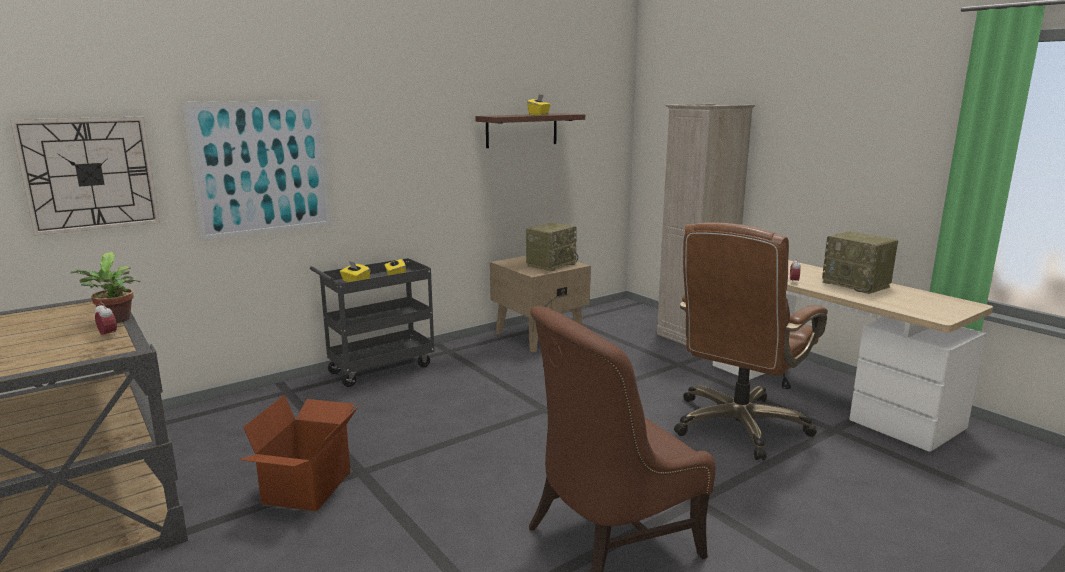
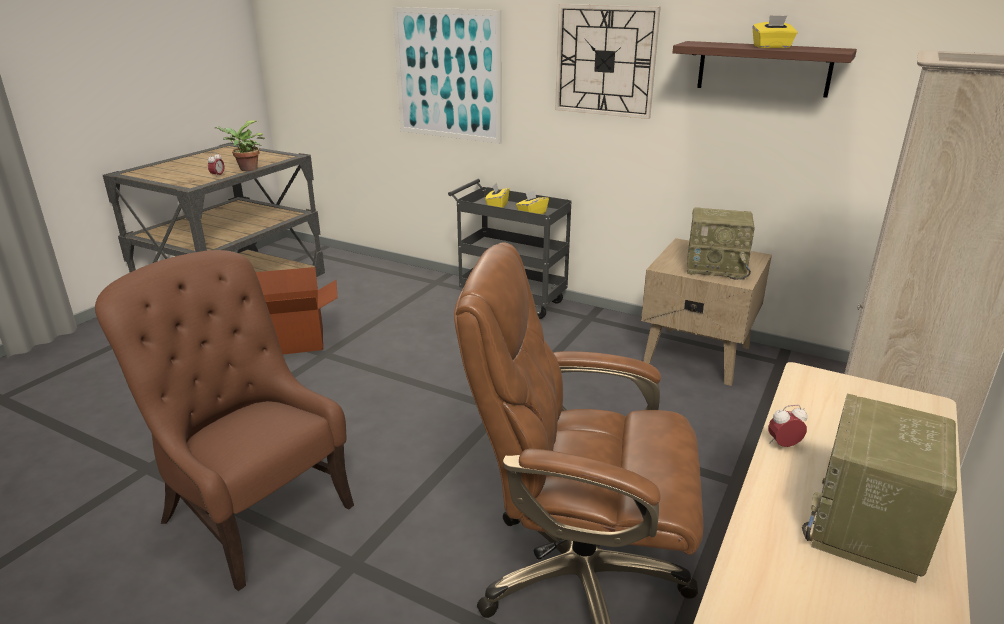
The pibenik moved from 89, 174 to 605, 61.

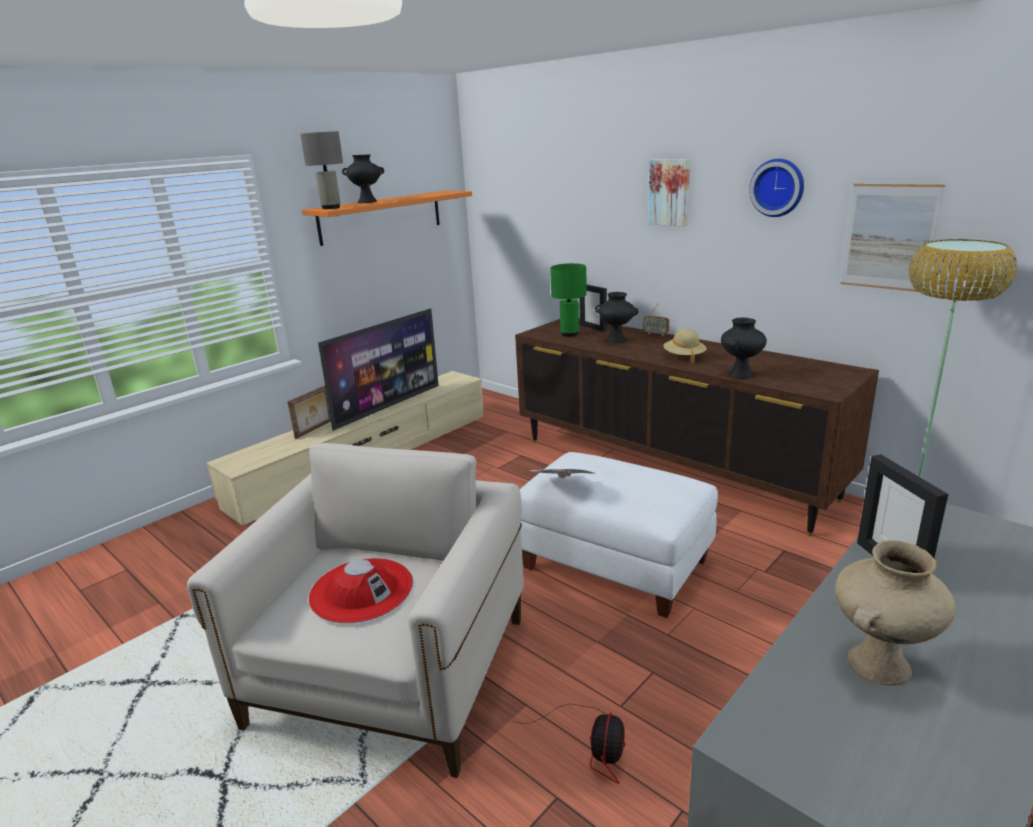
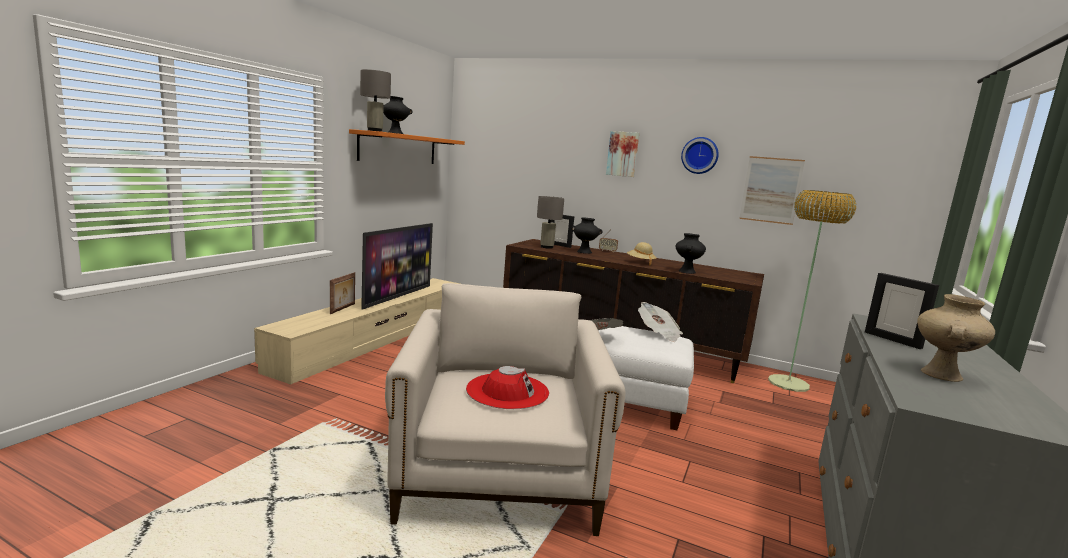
The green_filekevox at 569, 334 became the grey_filekevox at 546, 247. The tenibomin at 659, 334 appeared. The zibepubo at 592, 745 disappeared.

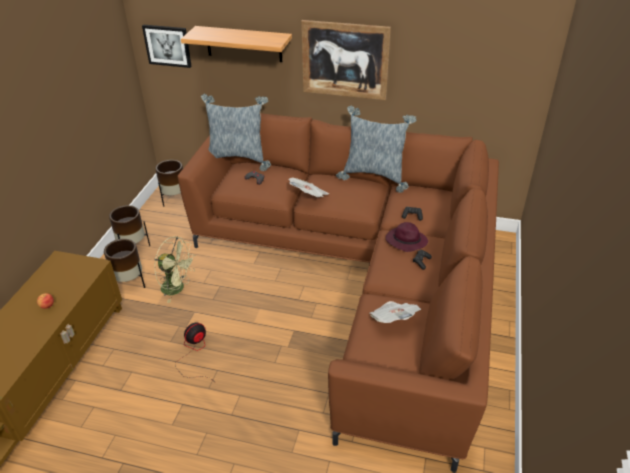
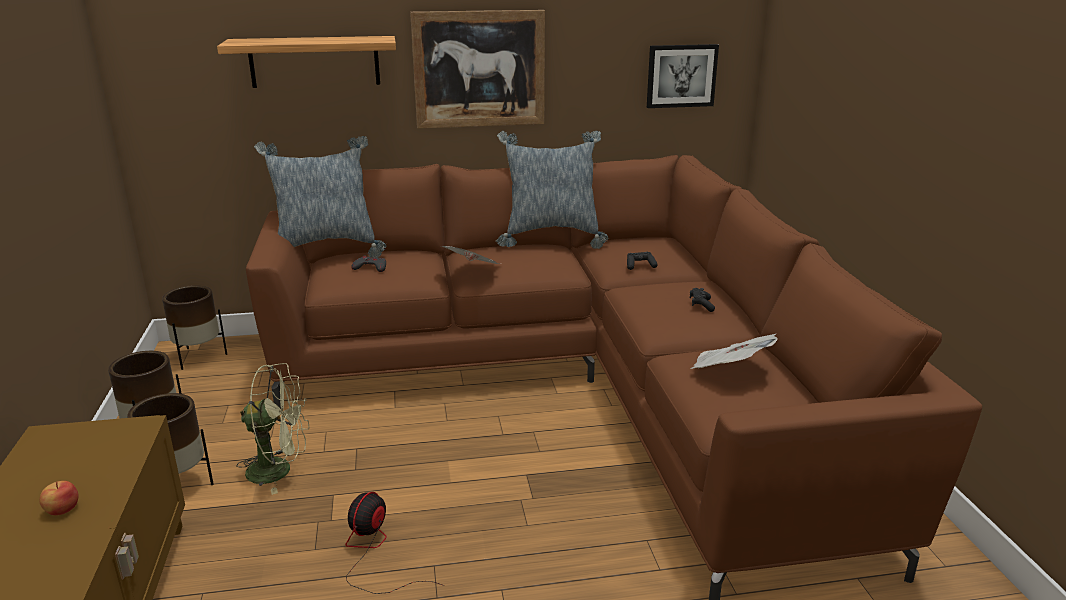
The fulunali moved from 167, 45 to 681, 76. The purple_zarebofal at 405, 241 disappeared.

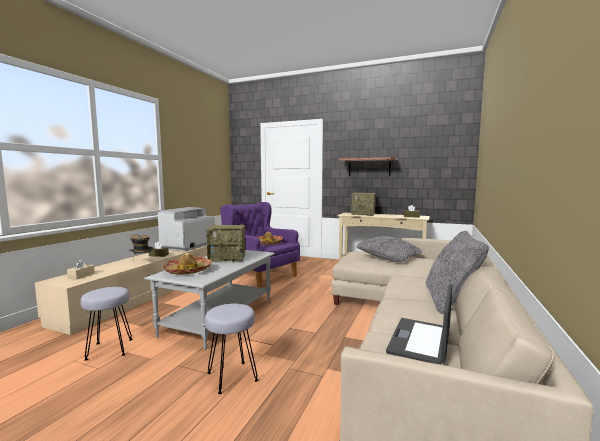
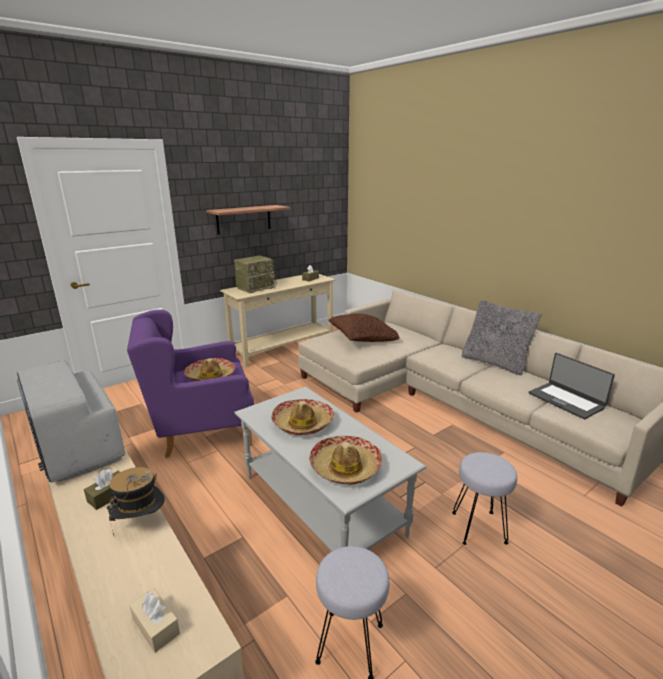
The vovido at 228, 258 was replaced by the zarebofal at 303, 423. The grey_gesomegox at 389, 257 became the brown_gesomegox at 363, 338.

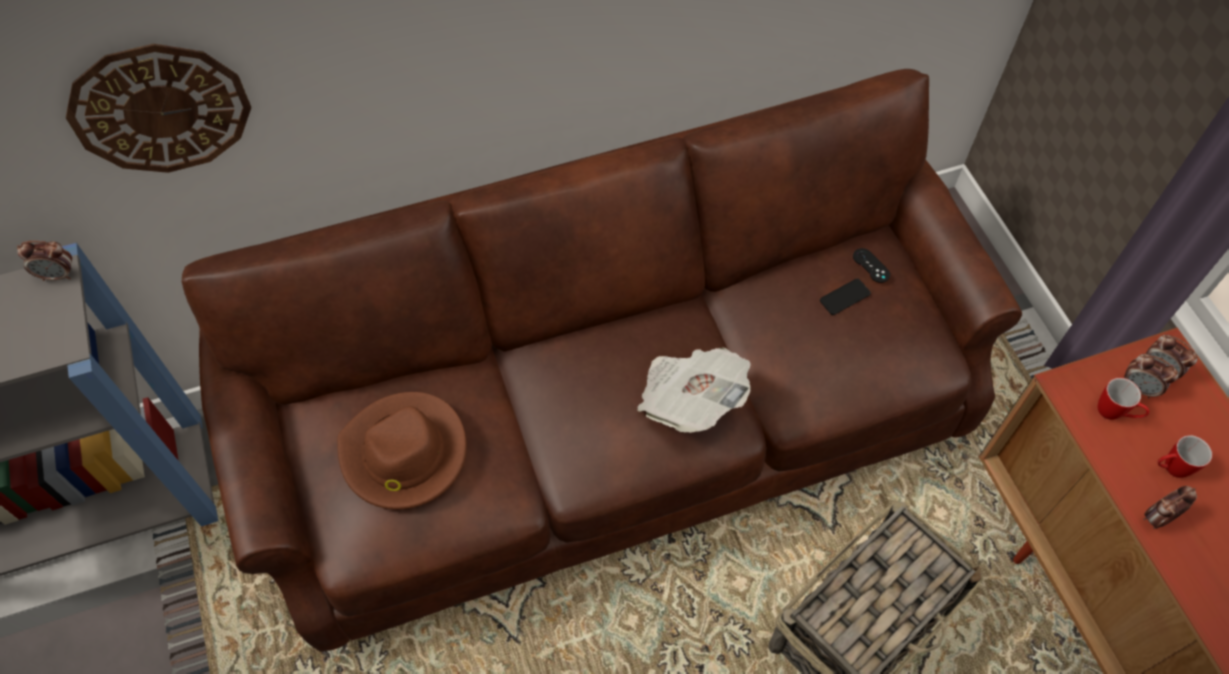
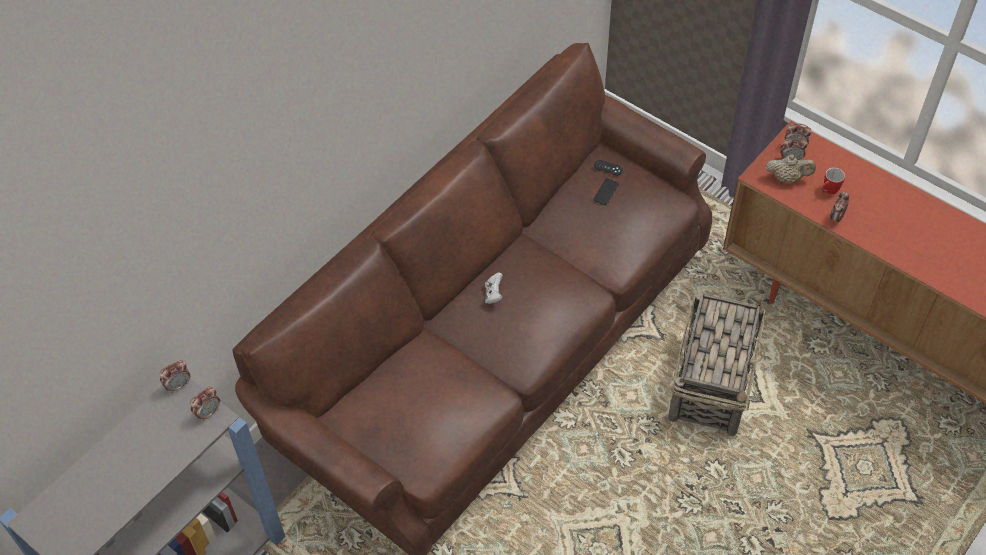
The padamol at 208, 412 appeared. The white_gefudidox at 493, 294 appeared. The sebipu at 1114, 414 was replaced by the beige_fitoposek at 787, 178. The pibenik at 160, 109 disappeared. The brown_zarebofal at 404, 454 disappeared. The tenibomin at 690, 399 disappeared.

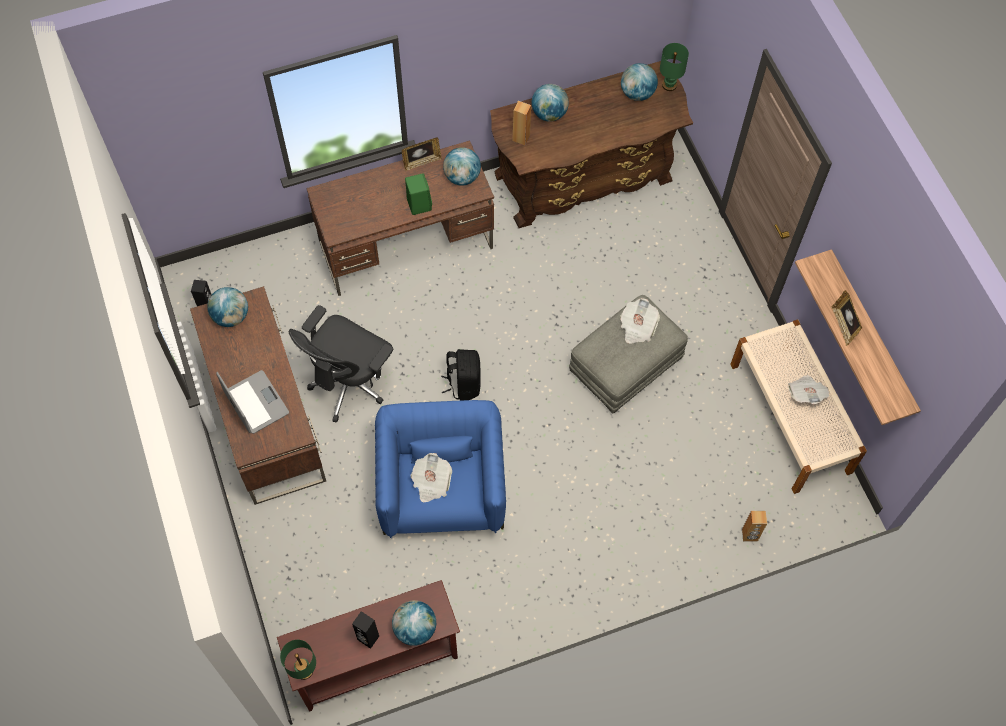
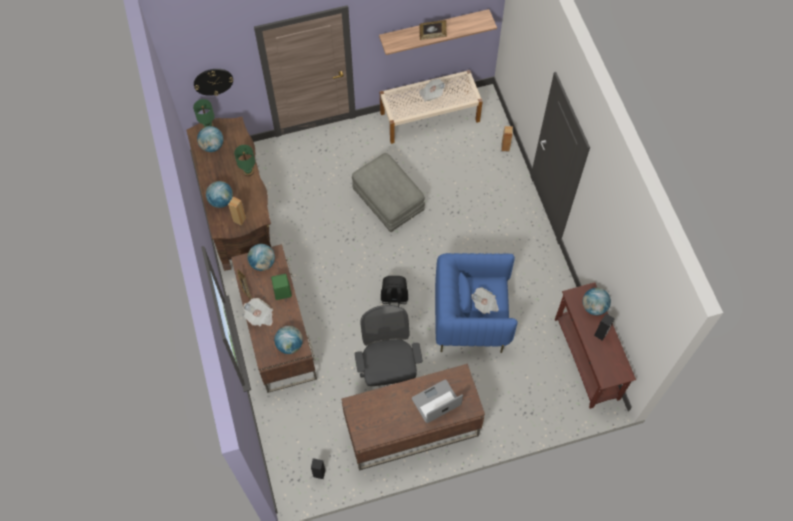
The pibenik at 213, 81 appeared. The green_filekevox moved from 303, 671 to 248, 171. The tenibomin moved from 637, 327 to 260, 316. The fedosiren moved from 231, 316 to 290, 345. The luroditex at 349, 383 turned 135 degrees counterclockwise.

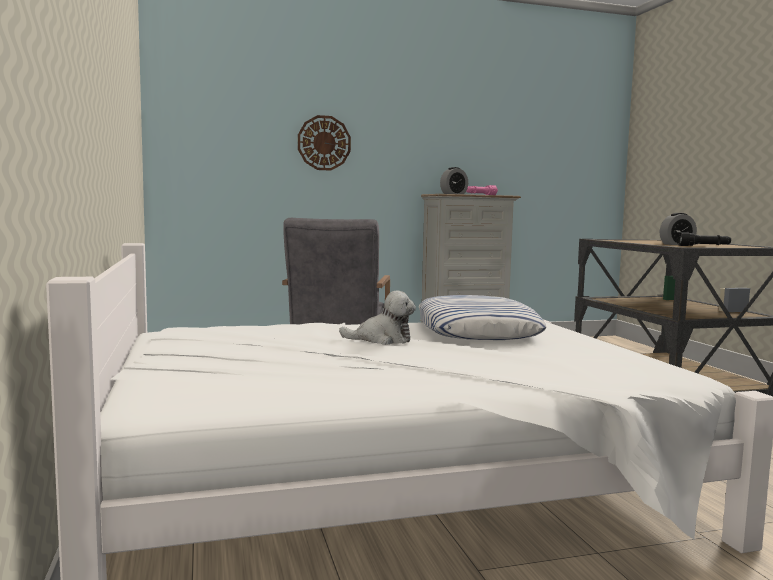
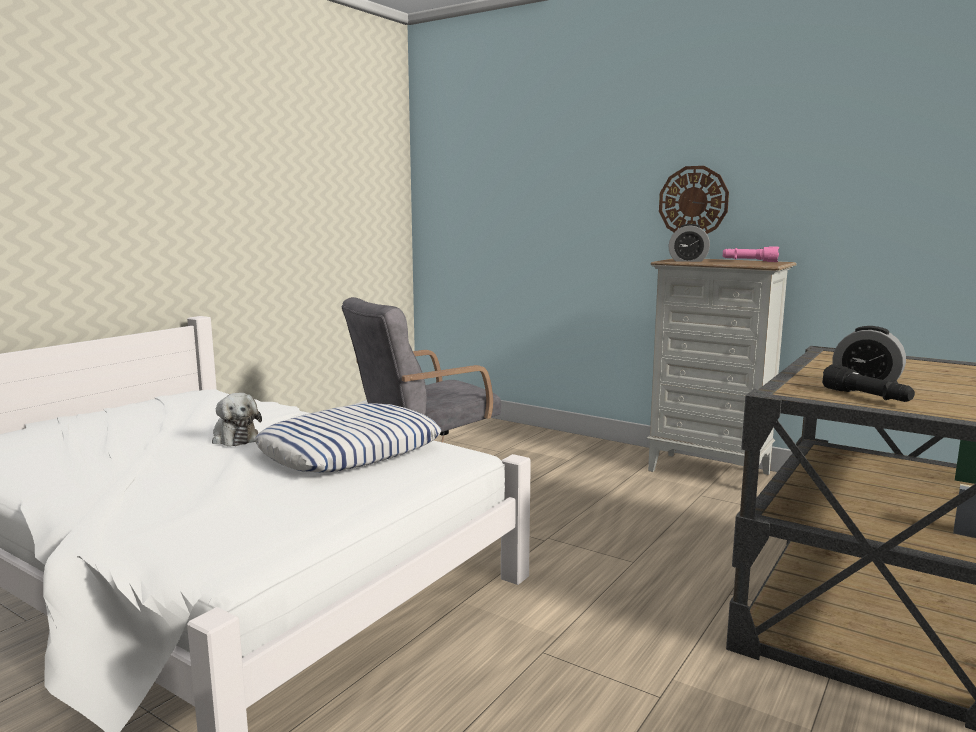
The pibenik moved from 324, 143 to 693, 202.

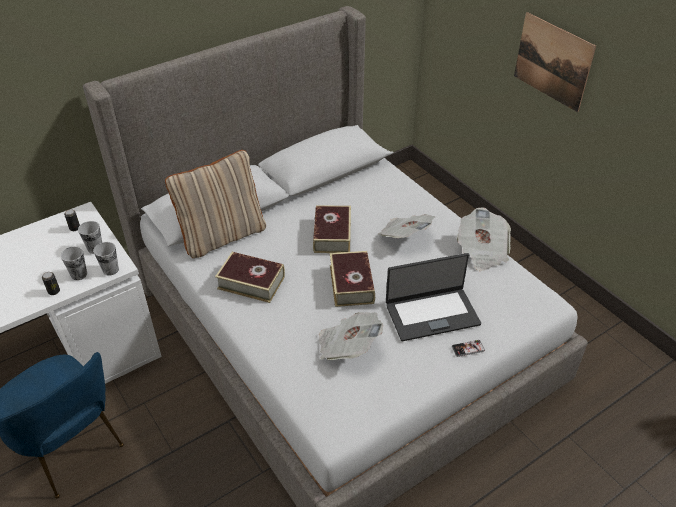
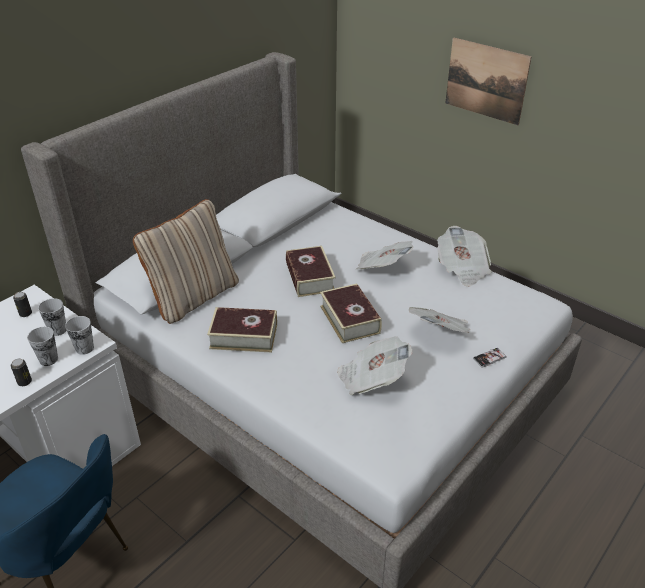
The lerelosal at 431, 313 was replaced by the tenibomin at 440, 332.

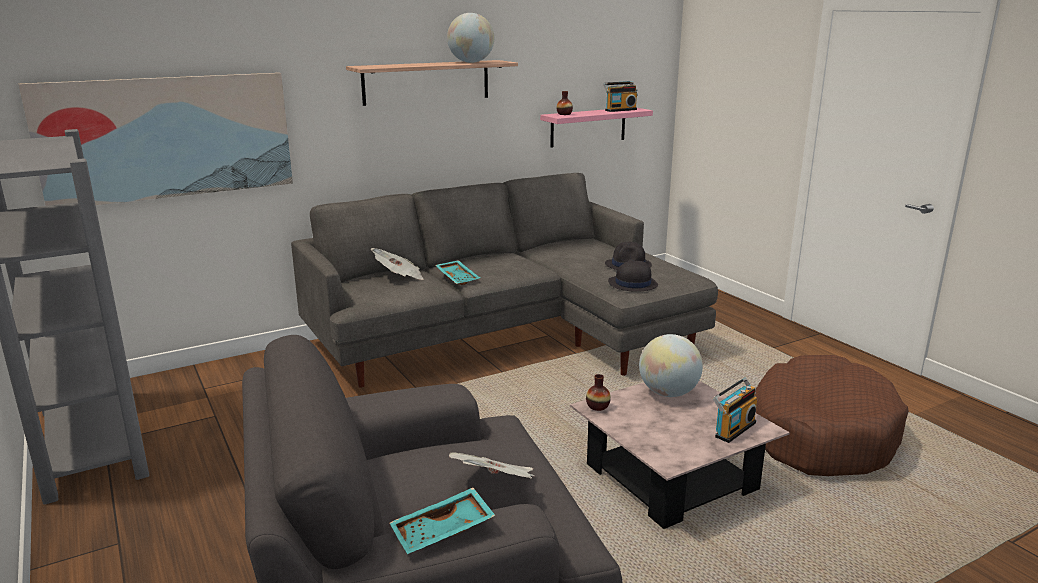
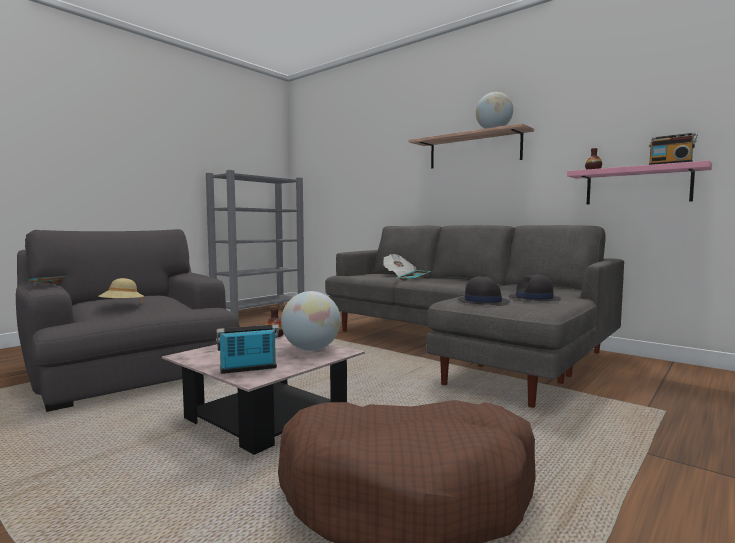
The tenibomin at 496, 485 was replaced by the beige_zarebofal at 122, 306. The vovido at 733, 429 turned 135 degrees clockwise. The fulunali at 168, 137 disappeared.

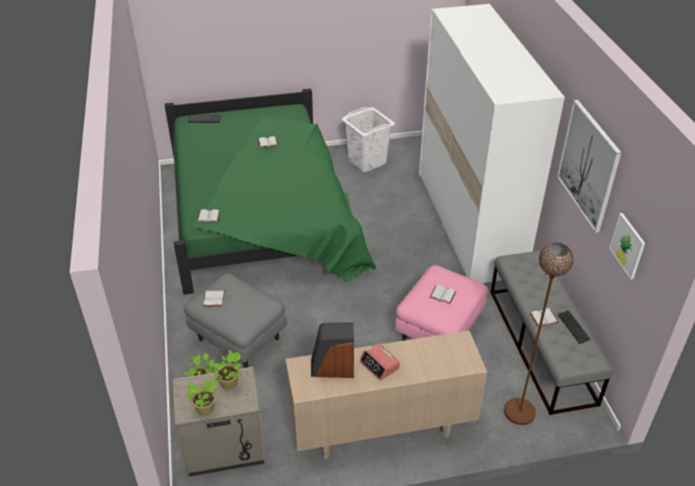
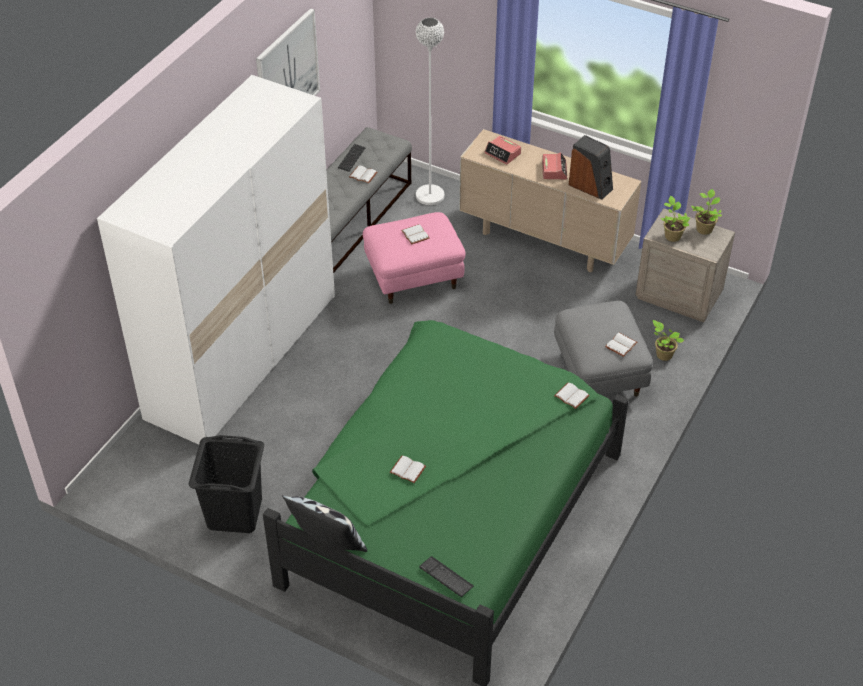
The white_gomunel at 367, 161 became the black_gomunel at 234, 513. The gesomegox at 328, 543 appeared. The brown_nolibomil at 519, 412 became the white_nolibomil at 430, 196. The padamol at 503, 154 appeared. The fulunali at 627, 245 disappeared.

